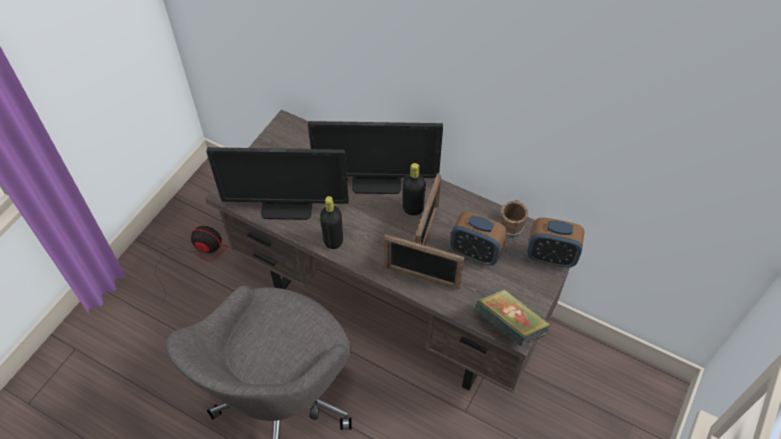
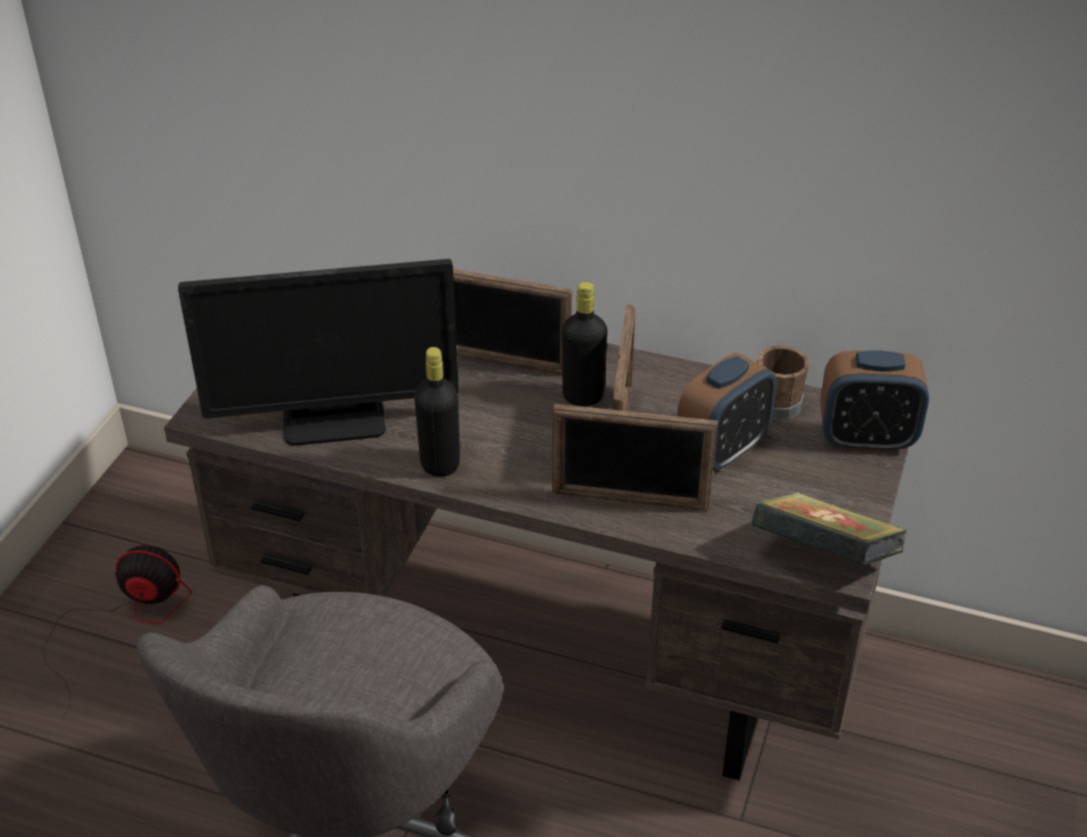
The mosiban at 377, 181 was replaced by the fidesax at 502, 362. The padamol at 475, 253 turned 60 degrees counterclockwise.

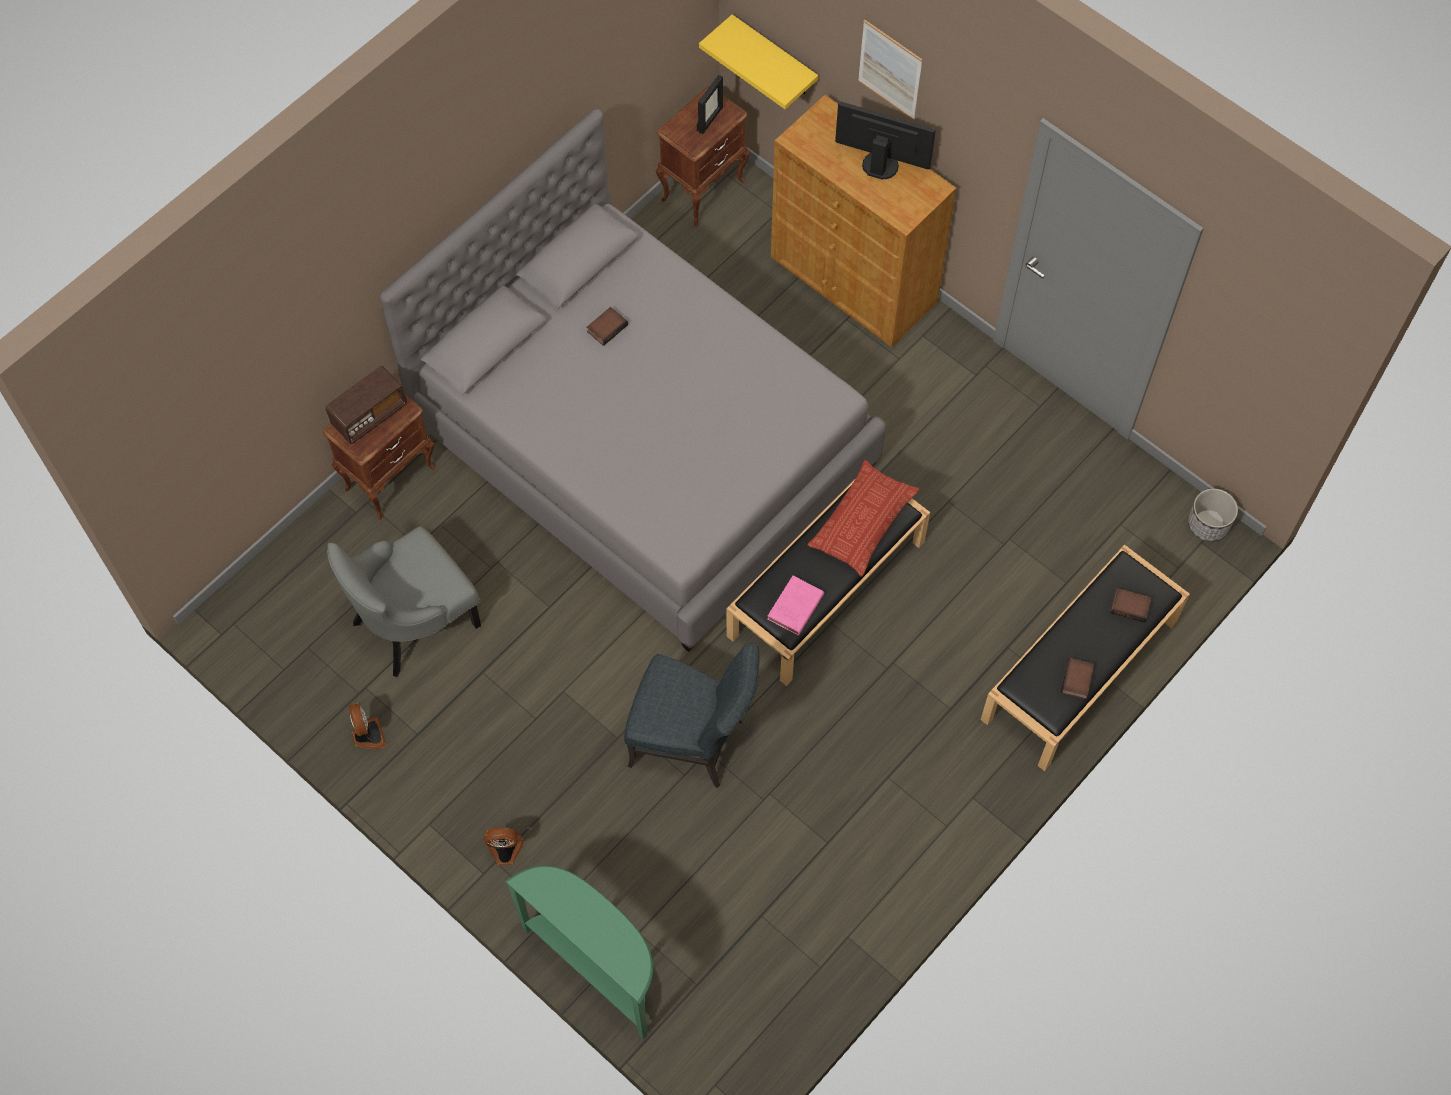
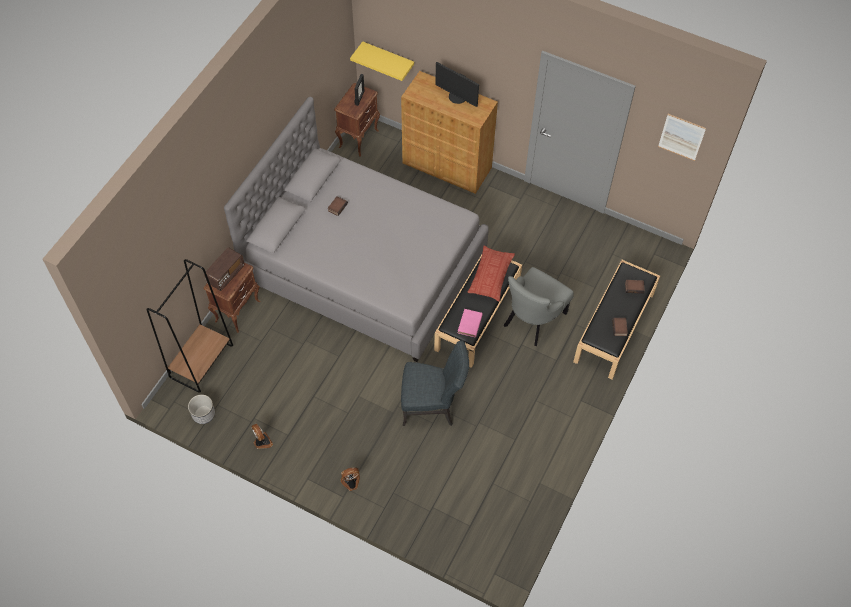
The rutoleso at 202, 362 appeared. The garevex moved from 1208, 524 to 203, 414. The mosiban at 880, 163 turned 150 degrees counterclockwise. The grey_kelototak moved from 416, 620 to 534, 317. The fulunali moved from 890, 69 to 681, 137. The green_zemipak at 597, 967 disappeared.

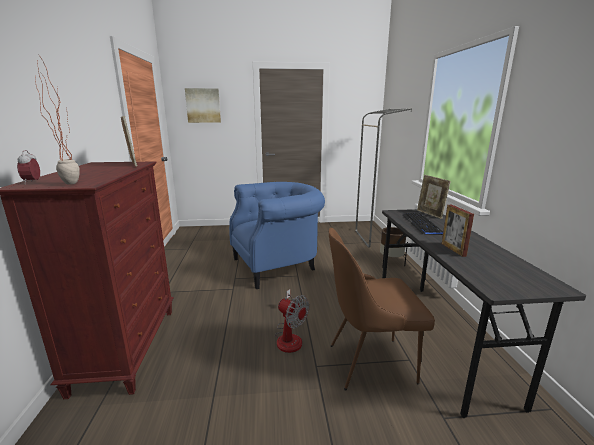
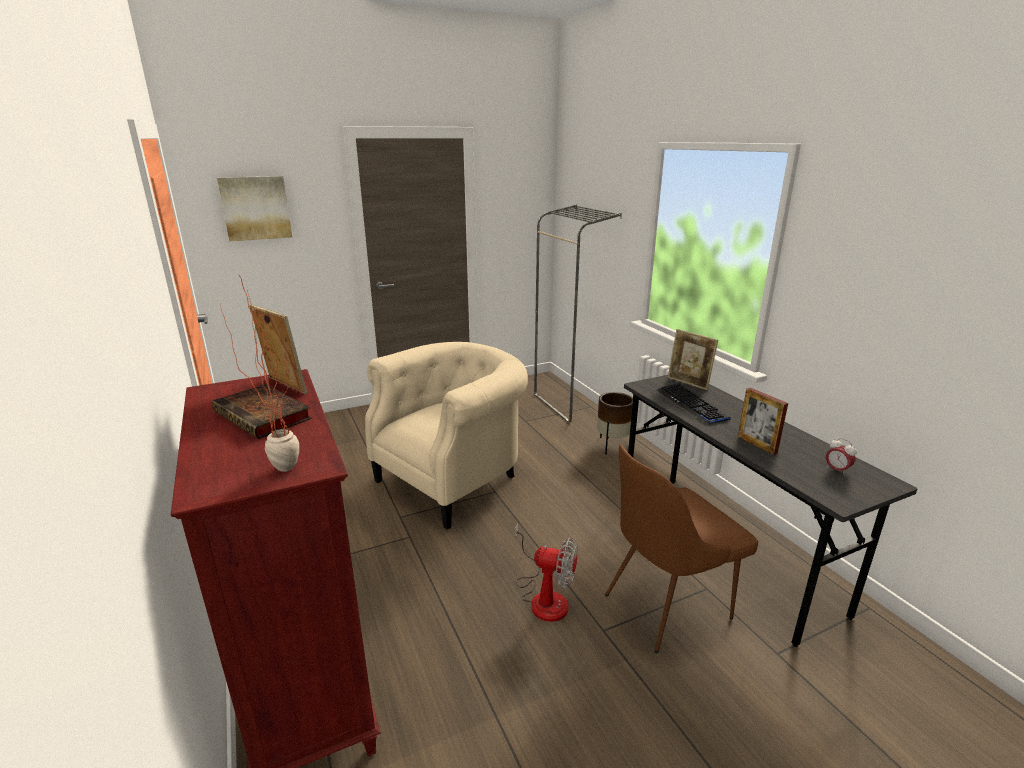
The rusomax at 265, 416 appeared. The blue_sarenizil at 277, 265 became the beige_sarenizil at 454, 480. The padamol moved from 32, 182 to 836, 470.

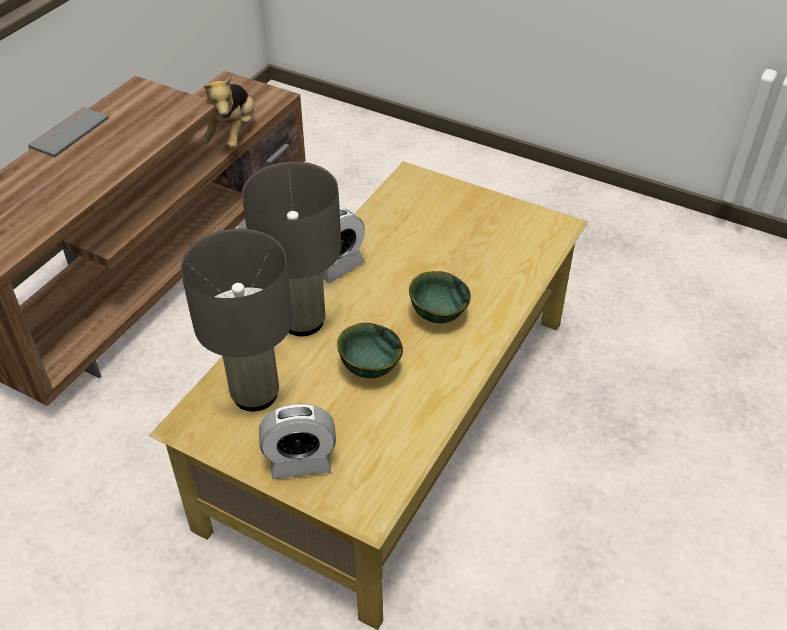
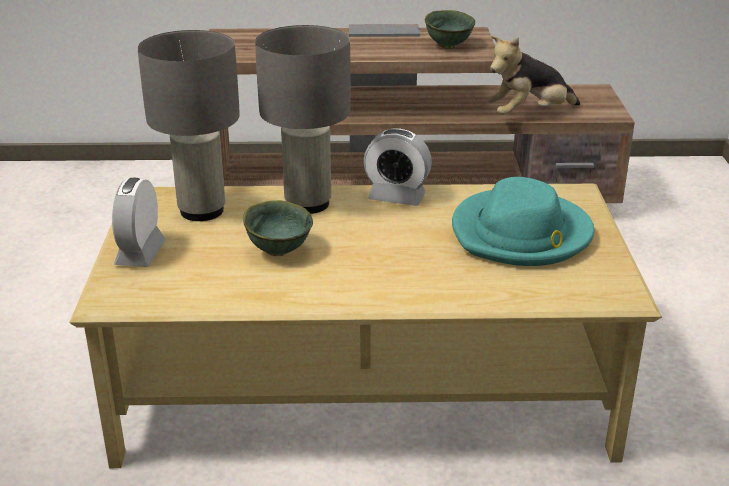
The padamol at 300, 462 turned 45 degrees clockwise. The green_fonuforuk moved from 437, 315 to 449, 46. The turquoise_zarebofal at 521, 234 appeared.

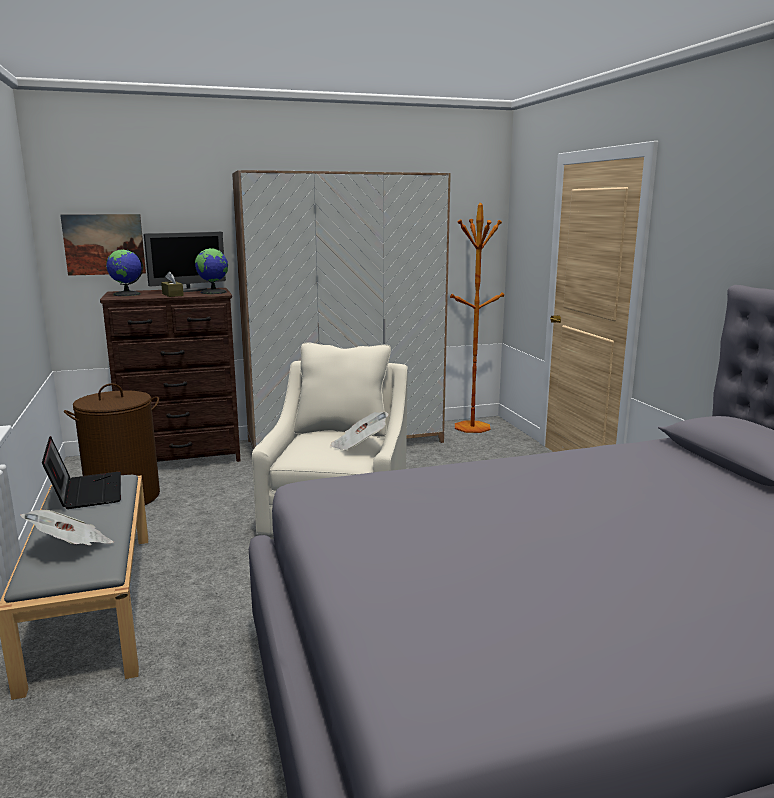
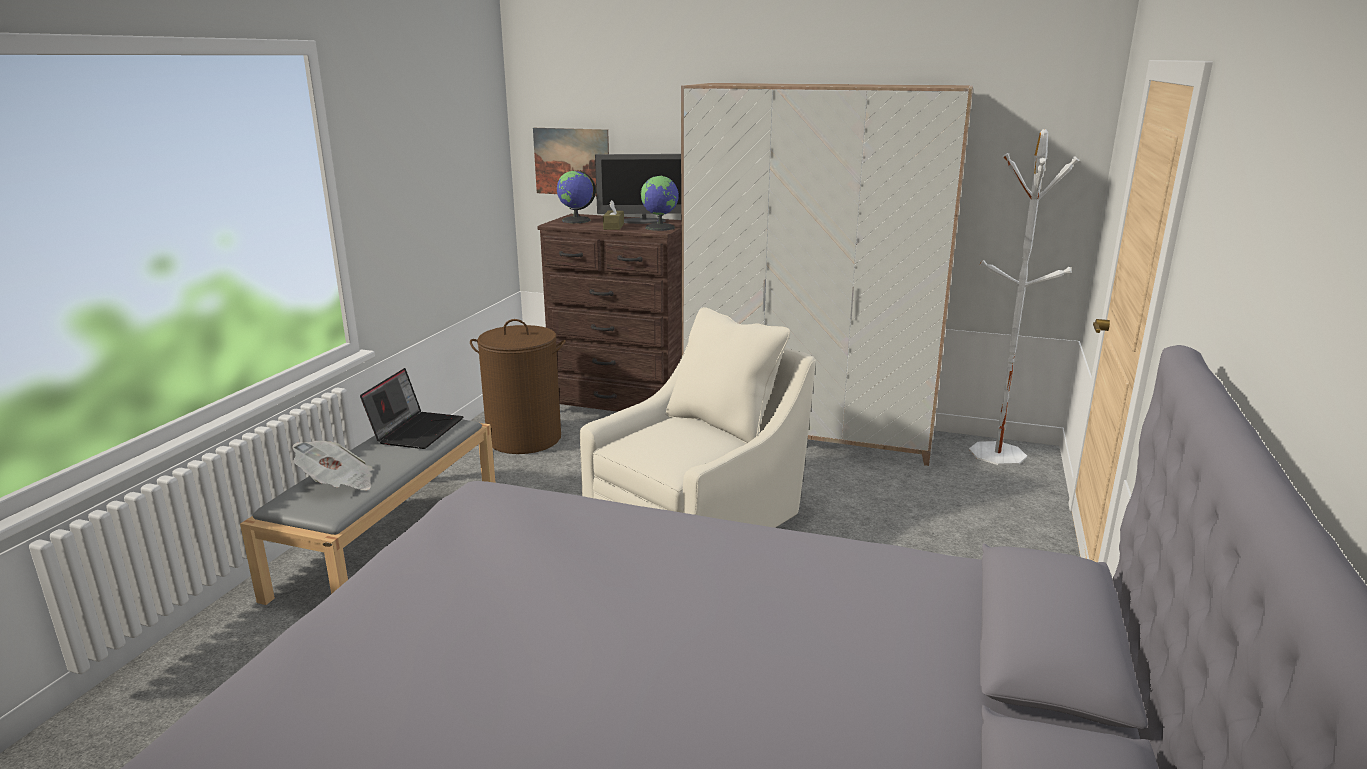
The orange_rutoleso at 472, 427 became the white_rutoleso at 997, 453. The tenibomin at 359, 445 disappeared.

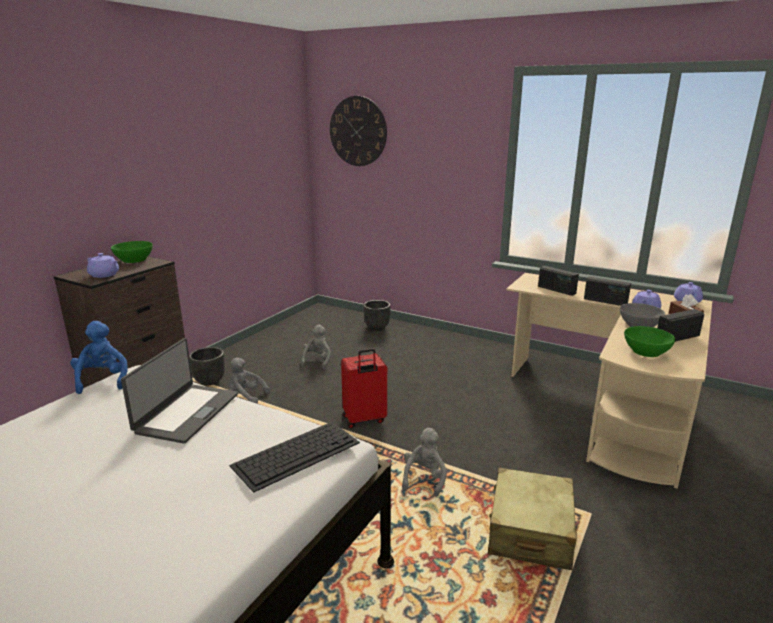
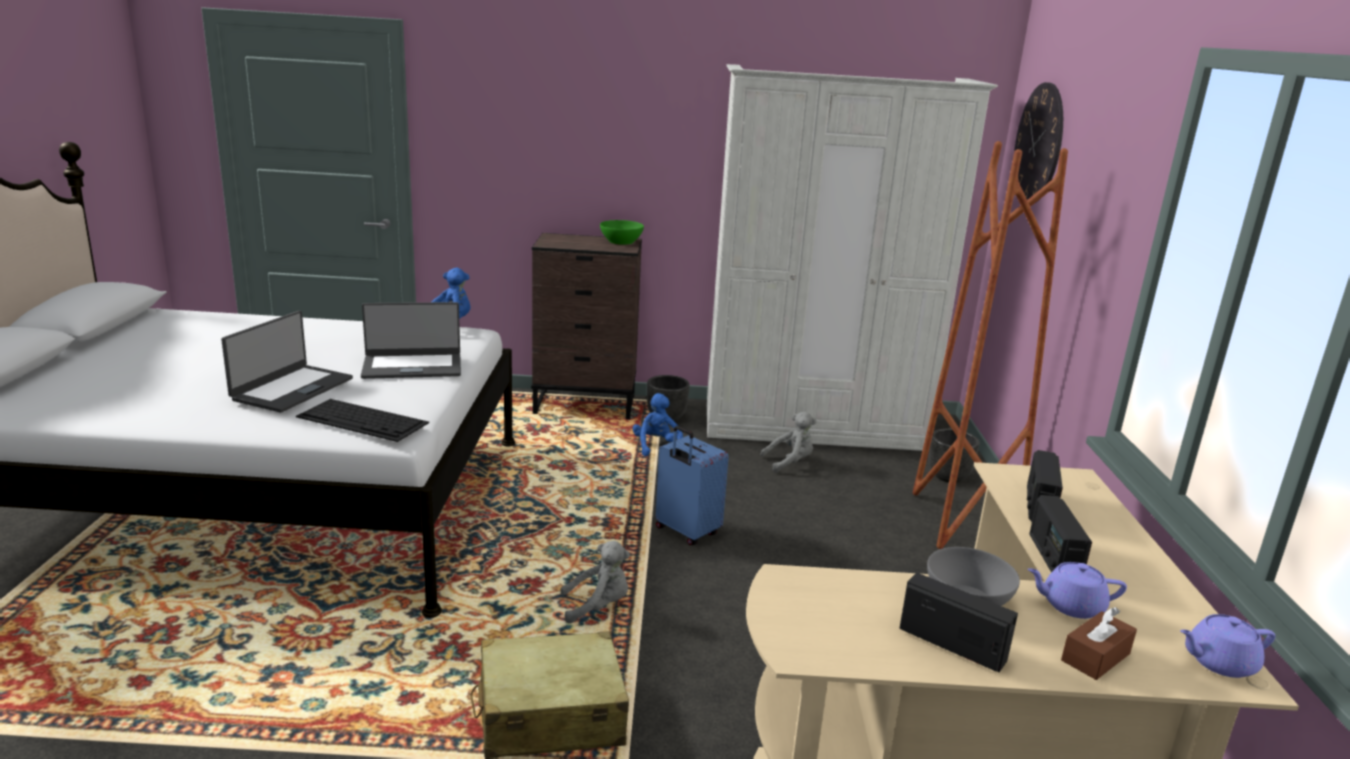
The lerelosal at 291, 389 appeared. The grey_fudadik at 245, 397 became the blue_fudadik at 656, 447. The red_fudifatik at 364, 419 became the blue_fudifatik at 686, 532. The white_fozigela at 814, 426 appeared. The brown_rutoleso at 958, 522 appeared. The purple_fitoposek at 105, 275 disappeared. The green_fonuforuk at 646, 351 disappeared.

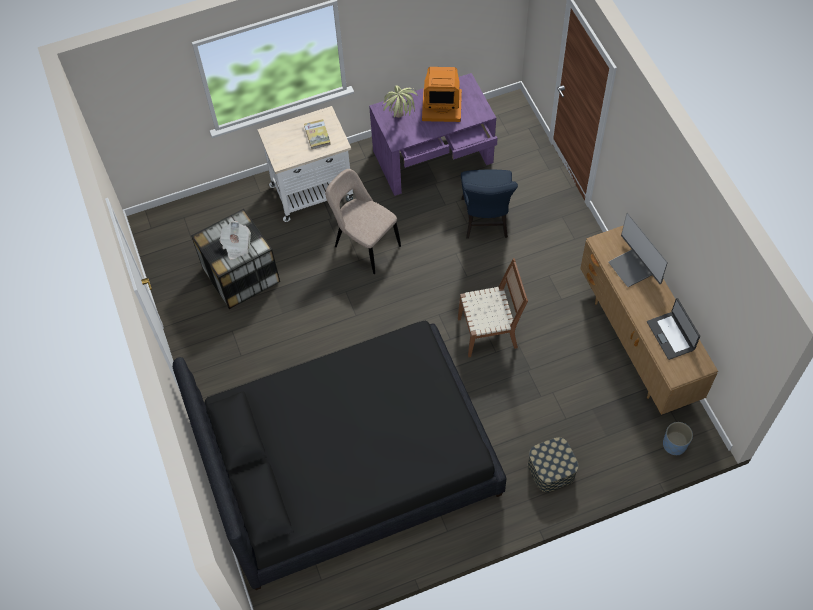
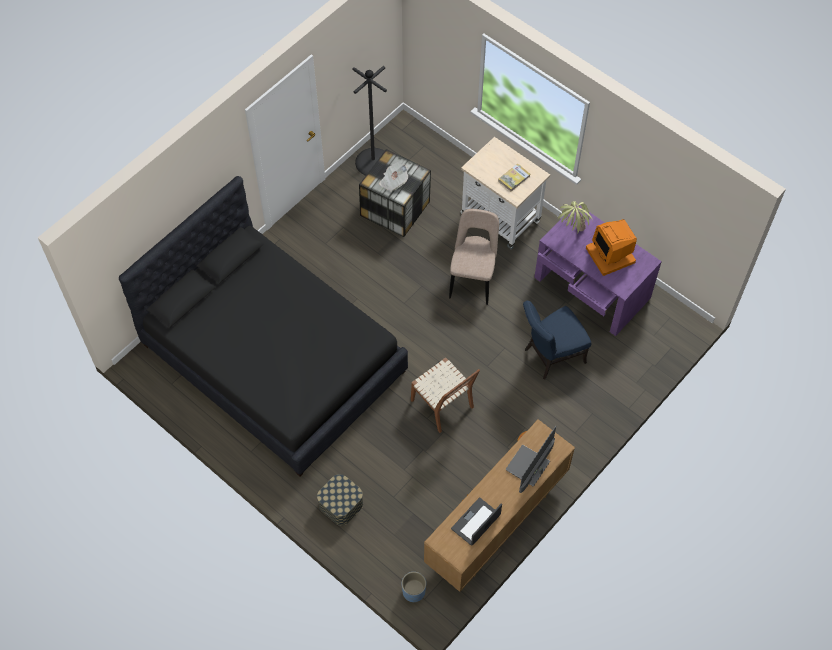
The black_rutoleso at 373, 162 appeared.

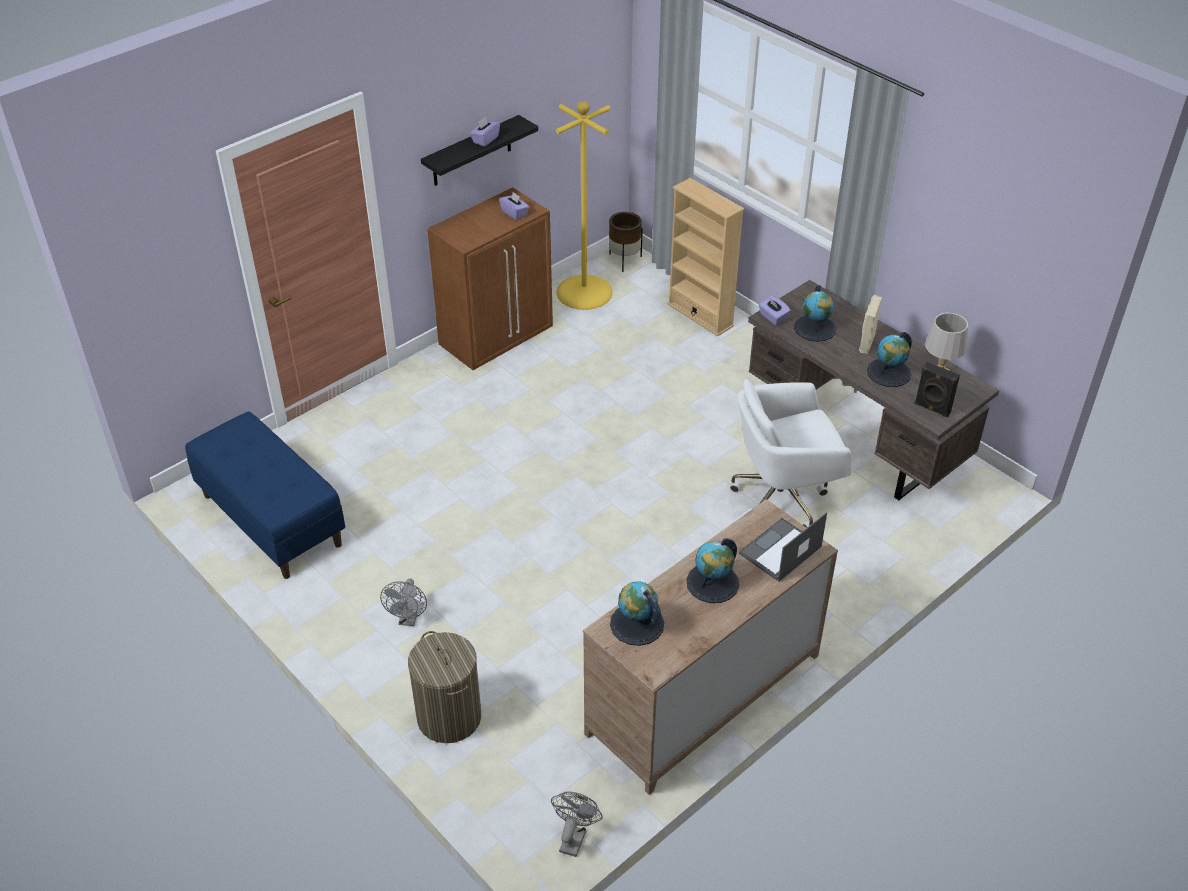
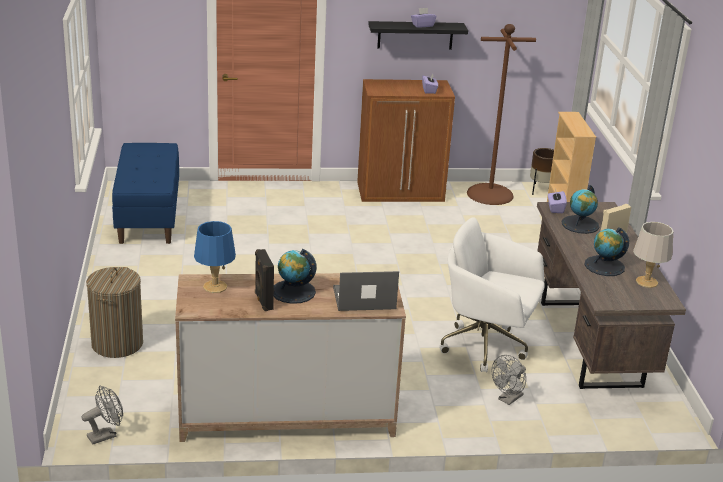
The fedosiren at 636, 624 was replaced by the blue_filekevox at 214, 286. The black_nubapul moved from 932, 409 to 263, 301. The yellow_rutoleso at 584, 292 became the brown_rutoleso at 490, 194. The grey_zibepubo moved from 408, 619 to 508, 399.

